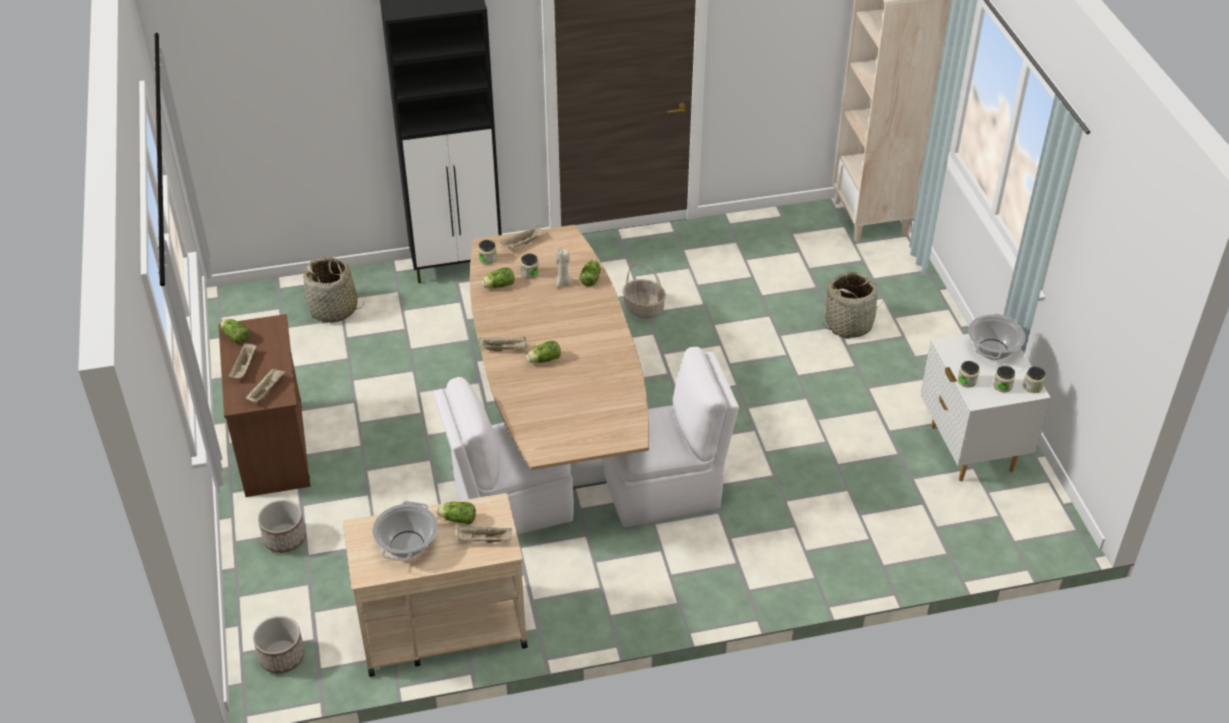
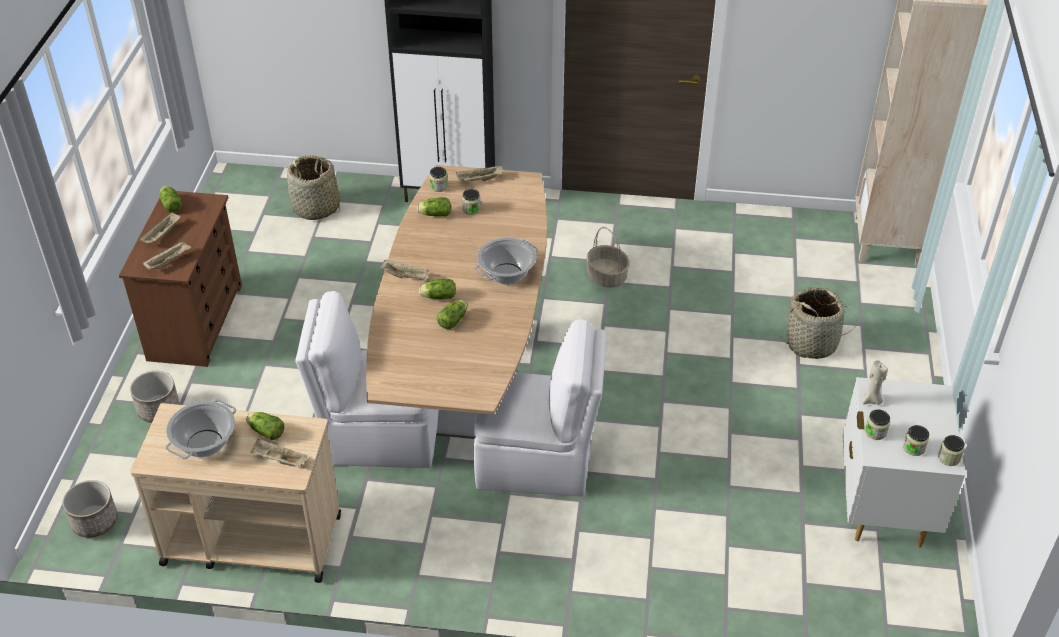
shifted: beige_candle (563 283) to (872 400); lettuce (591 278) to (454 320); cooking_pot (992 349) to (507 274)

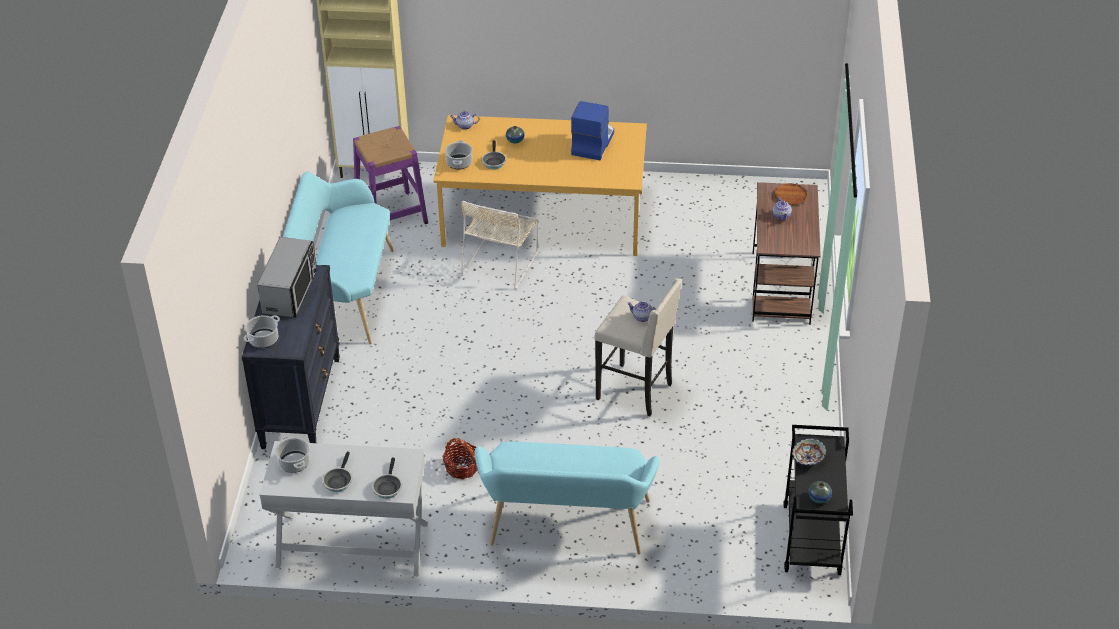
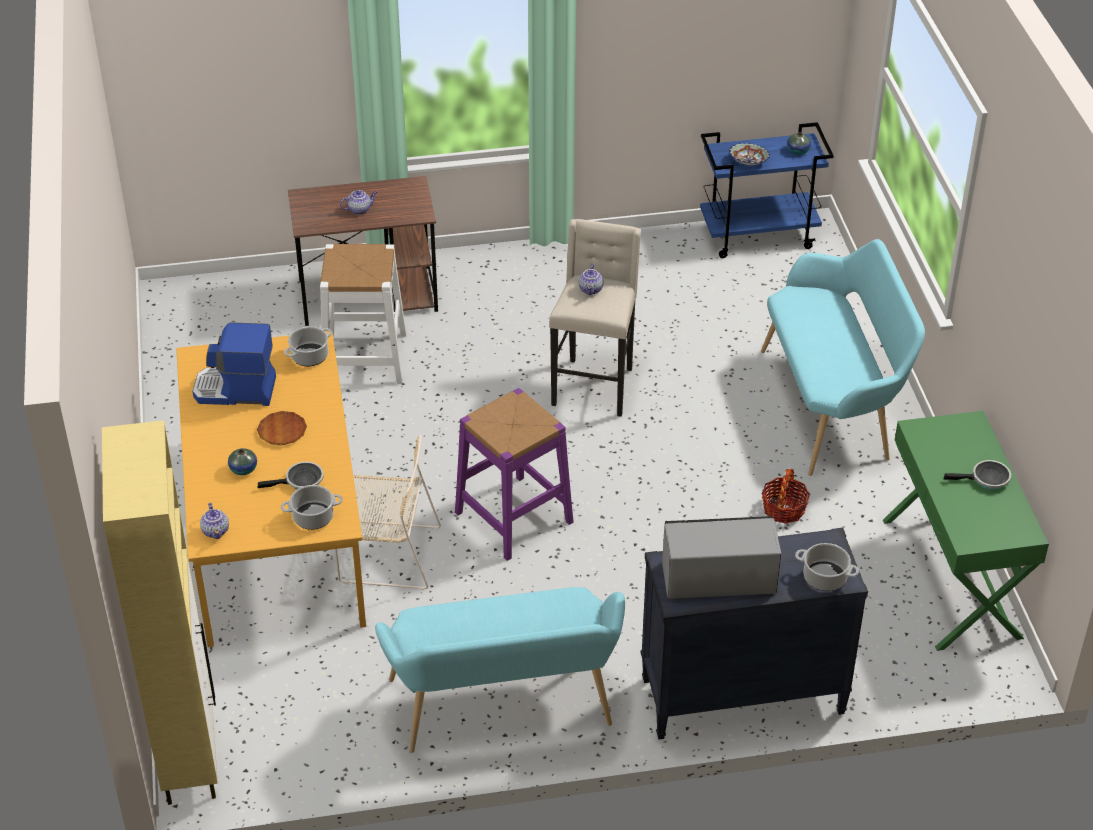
gone: frying_pan (387 487)
new: white_stool (364 358)
shifted: cooking_pot (294 463) to (309 357); purple_stool (391 214) to (513 517); brown_plate (790 196) to (282 431)
repainted: white_console_table (352 545) to green_console_table (952 577); black_cart (812 540) to blue_cart (759 235)

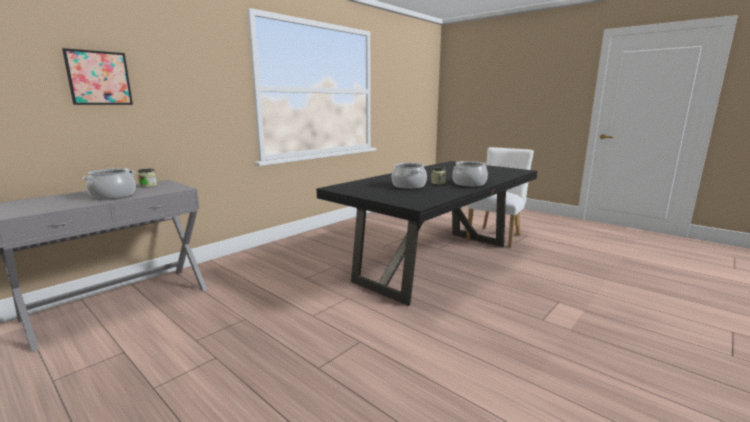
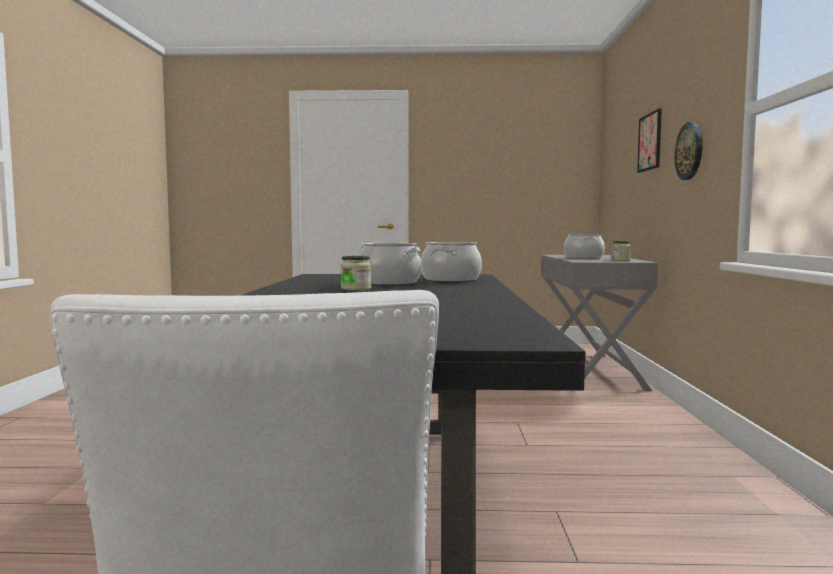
new: wall_clock (690 151)
shifted: cooking_pot (469 184) to (450 279)

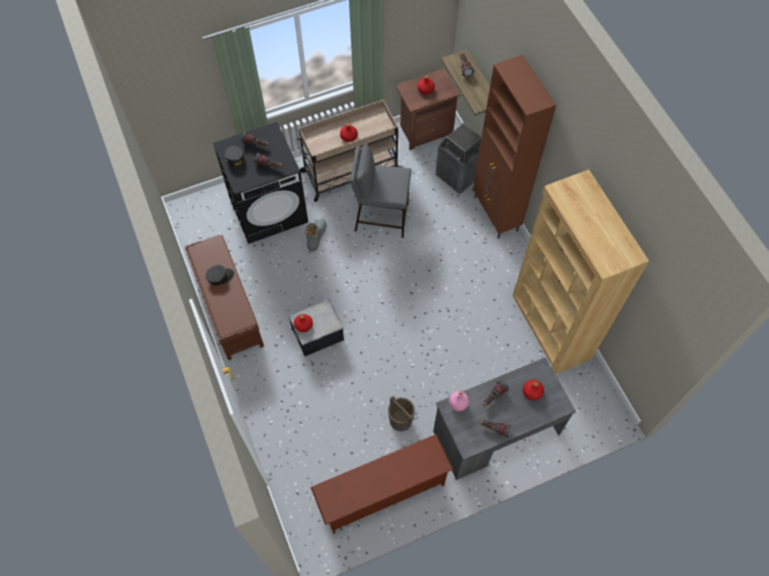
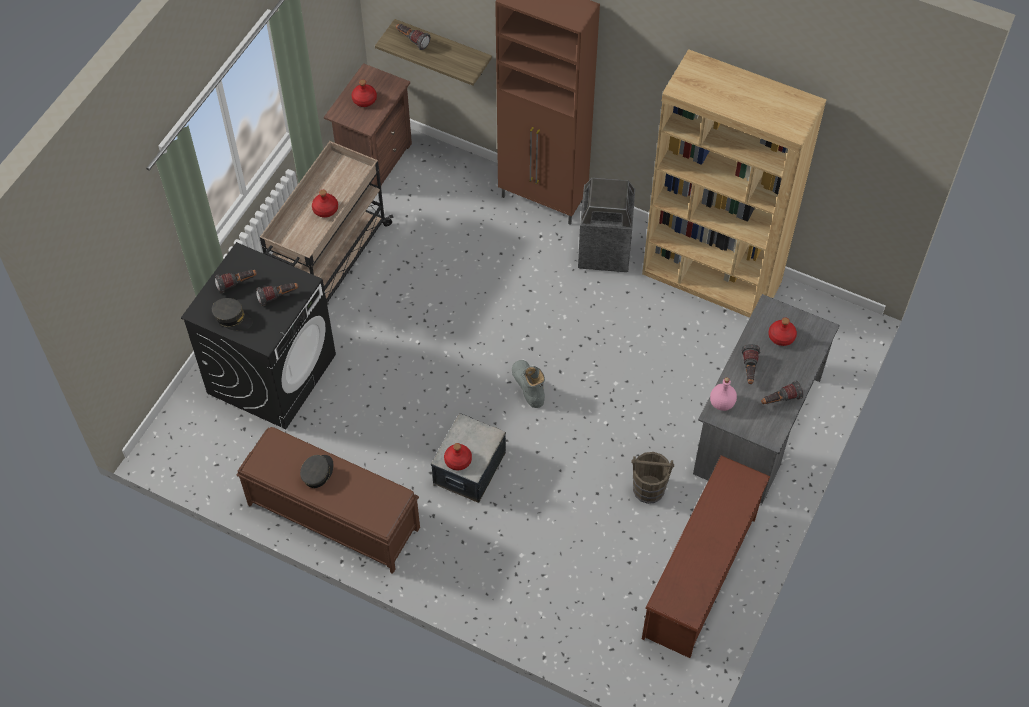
gone: grey_stool (381 217)
shifted: grey_boot (316 236) to (528 386); trash_can (458 175) to (604 251)

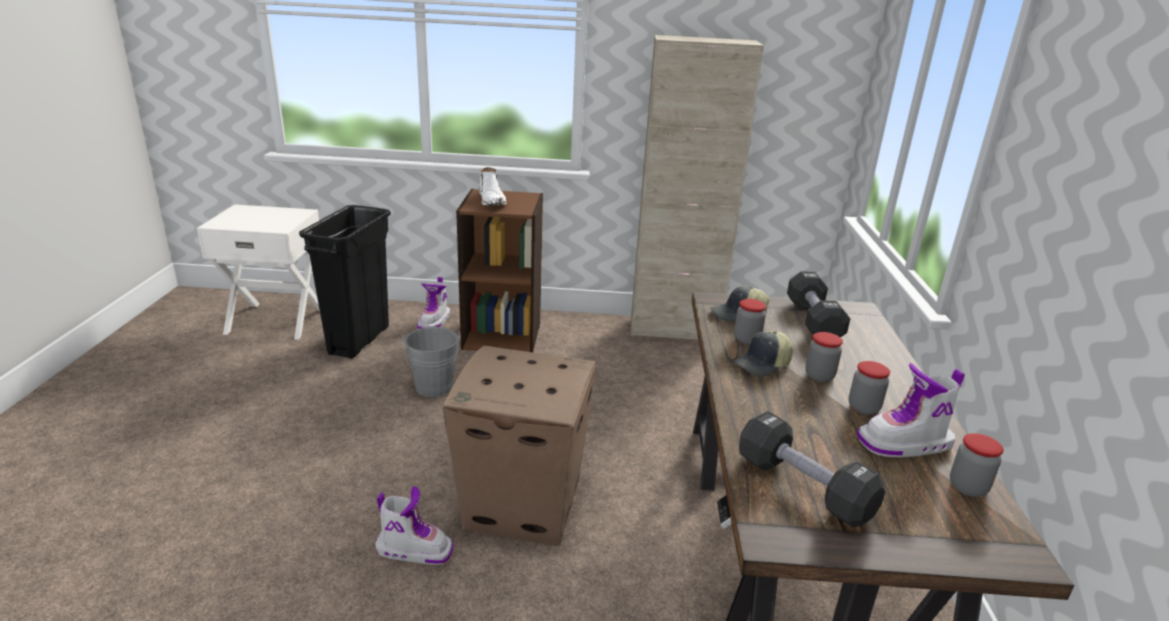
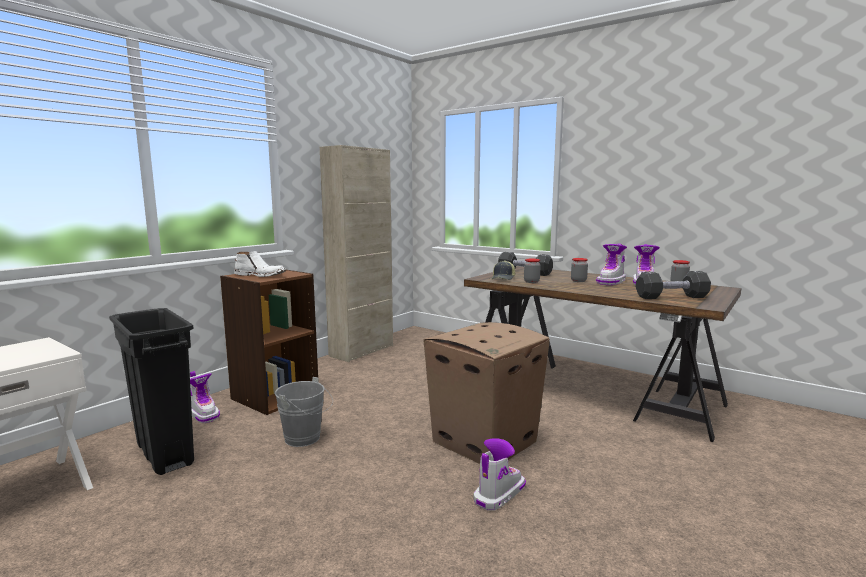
gone: cap (763 365)
swapped: jar (863 408) to boot (611 282)

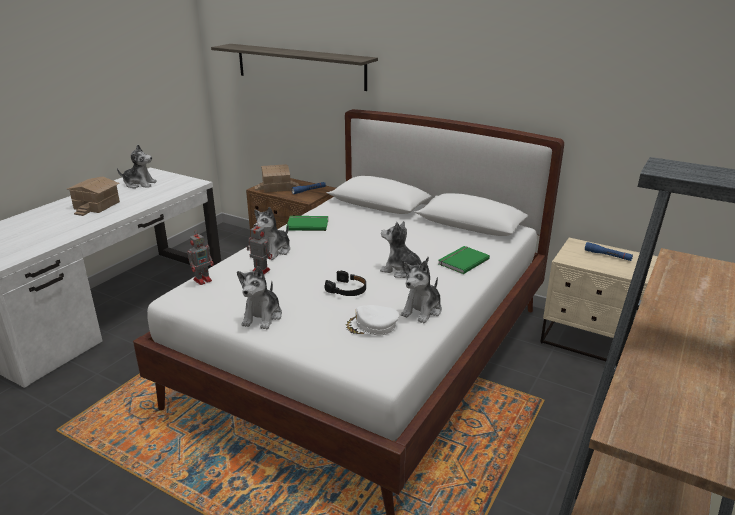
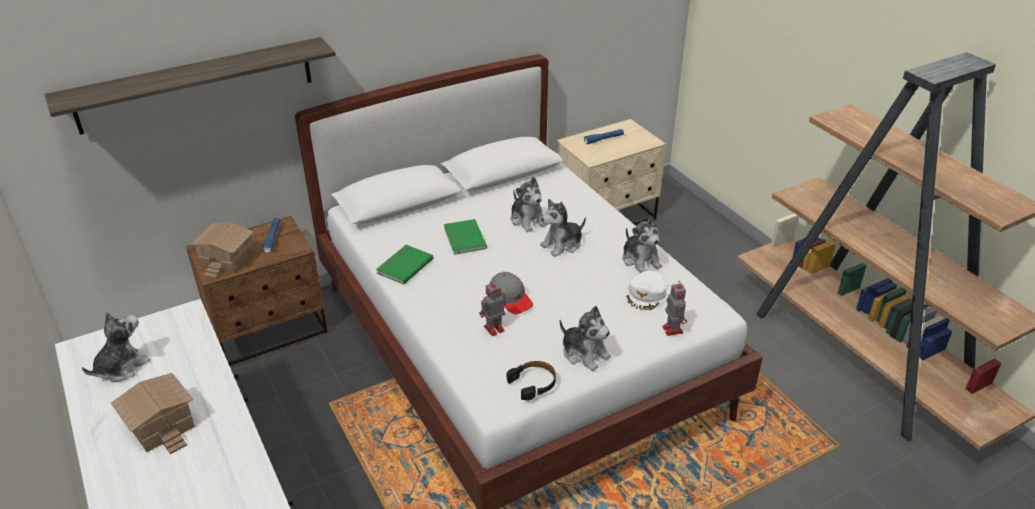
new: grey_cap (510 298)
shifted: toy_robot (203 280) to (672 329); plush_toy (274 251) to (527 220); black_headphones (347 289) to (533 383); green_book (462 261) to (463 239)

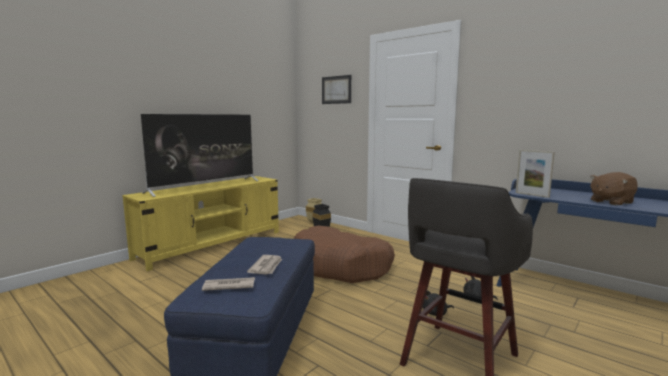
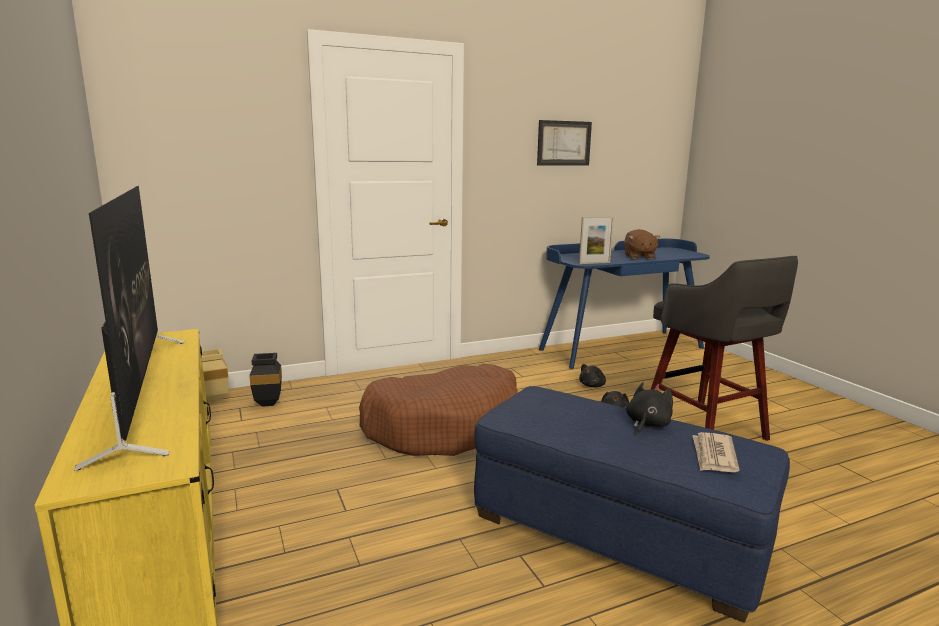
shifted: picture (336 90) to (564 143)
swapped: newspaper (266 266) to black_plush_toy (647 424)

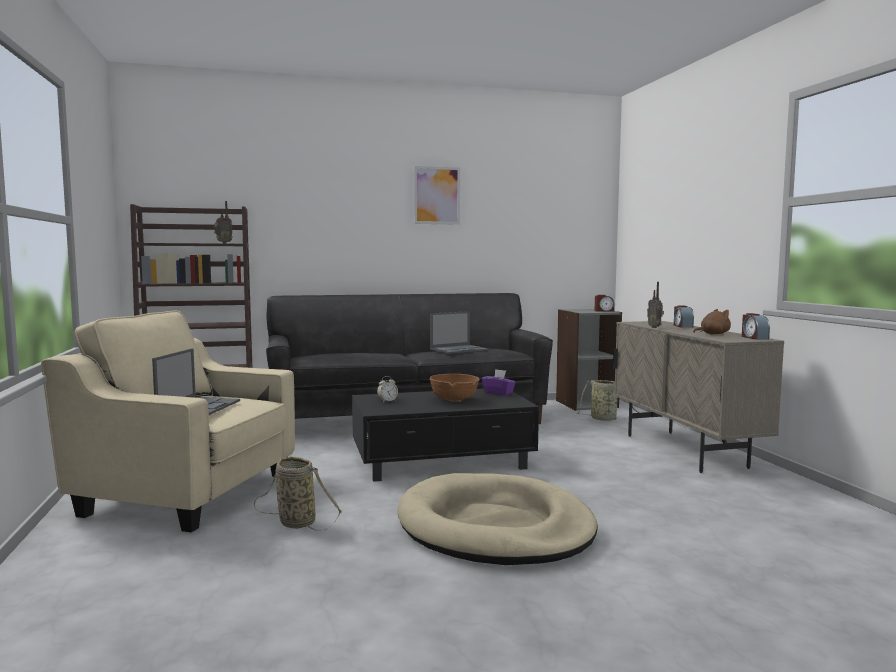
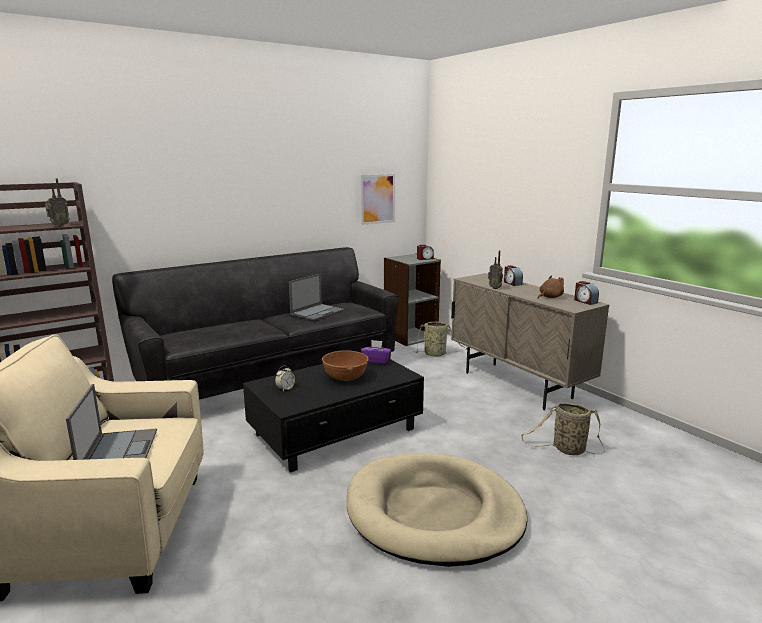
shifted: basket (295 522) to (566 450); picture (437 195) to (377 199)

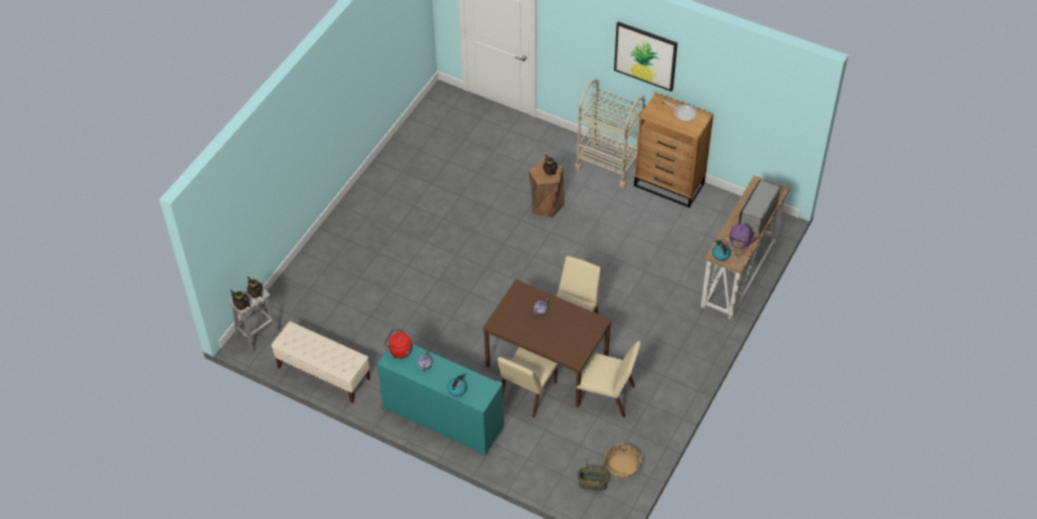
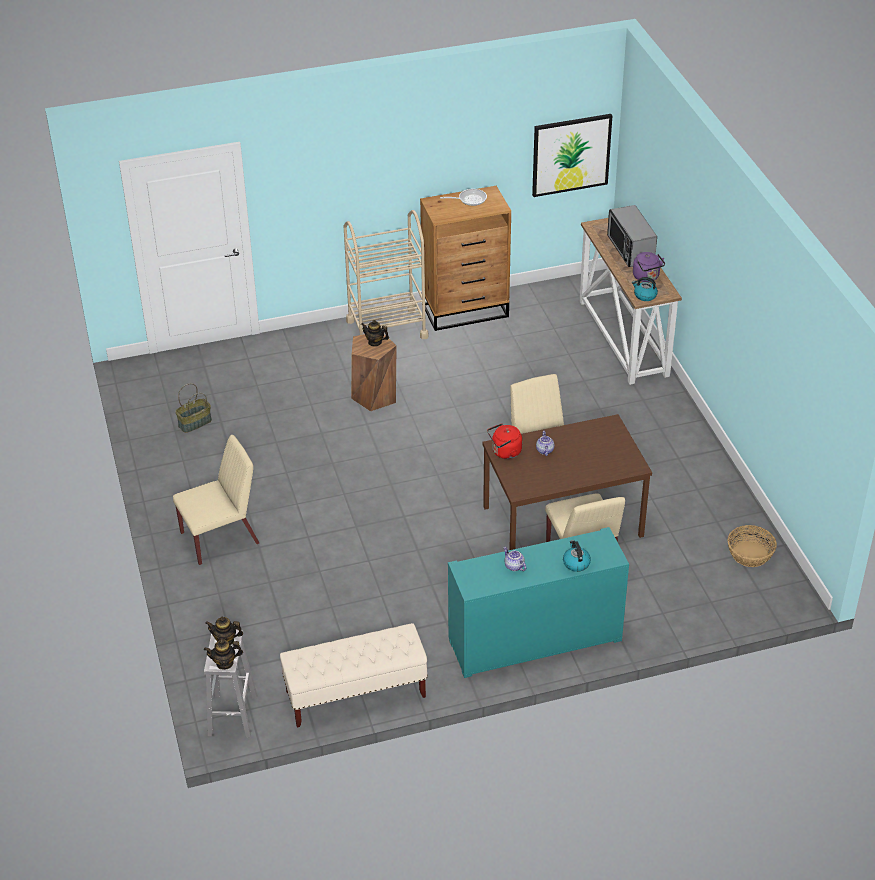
shifted: red_kettle (399 350) to (505 452); beige_chair (607 396) to (221 538); basket (592 483) to (195 423); picture (645 56) to (571 154)

